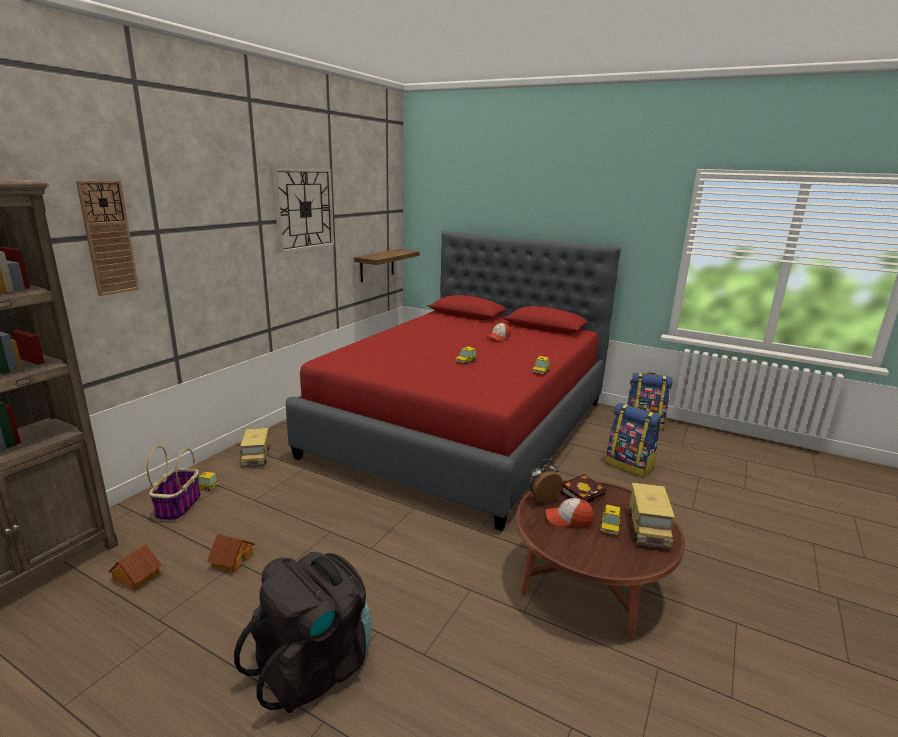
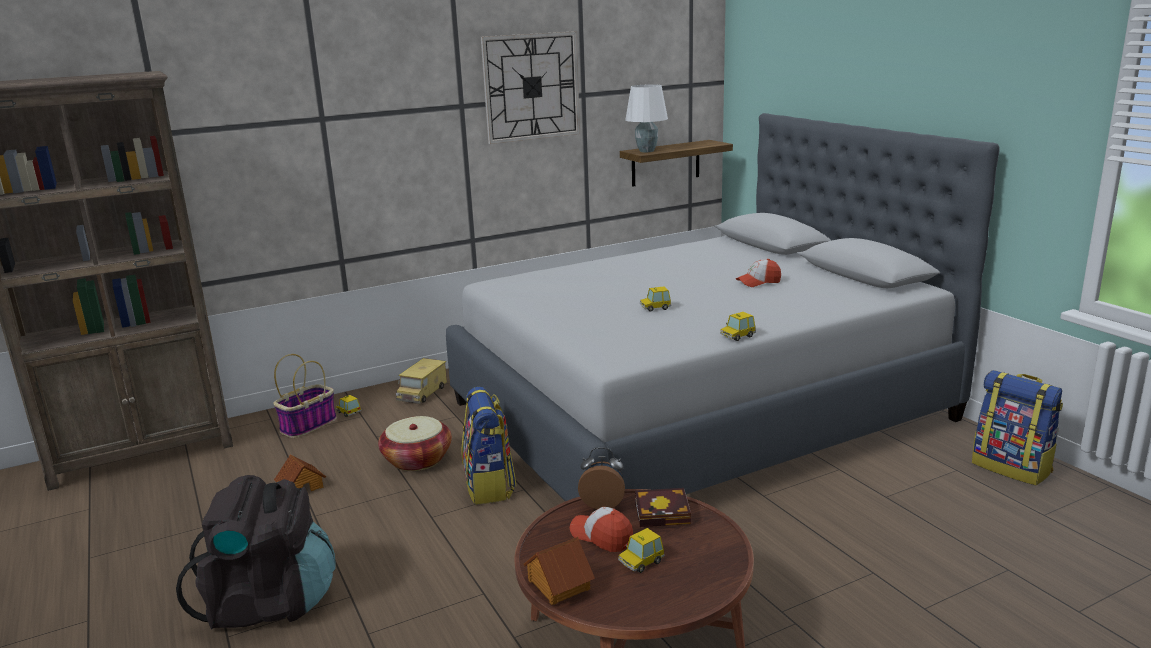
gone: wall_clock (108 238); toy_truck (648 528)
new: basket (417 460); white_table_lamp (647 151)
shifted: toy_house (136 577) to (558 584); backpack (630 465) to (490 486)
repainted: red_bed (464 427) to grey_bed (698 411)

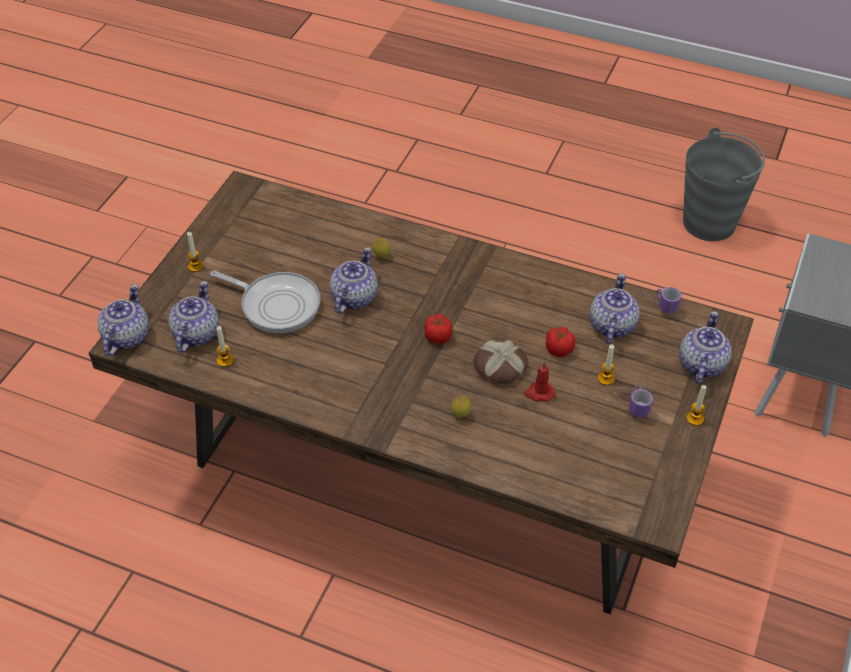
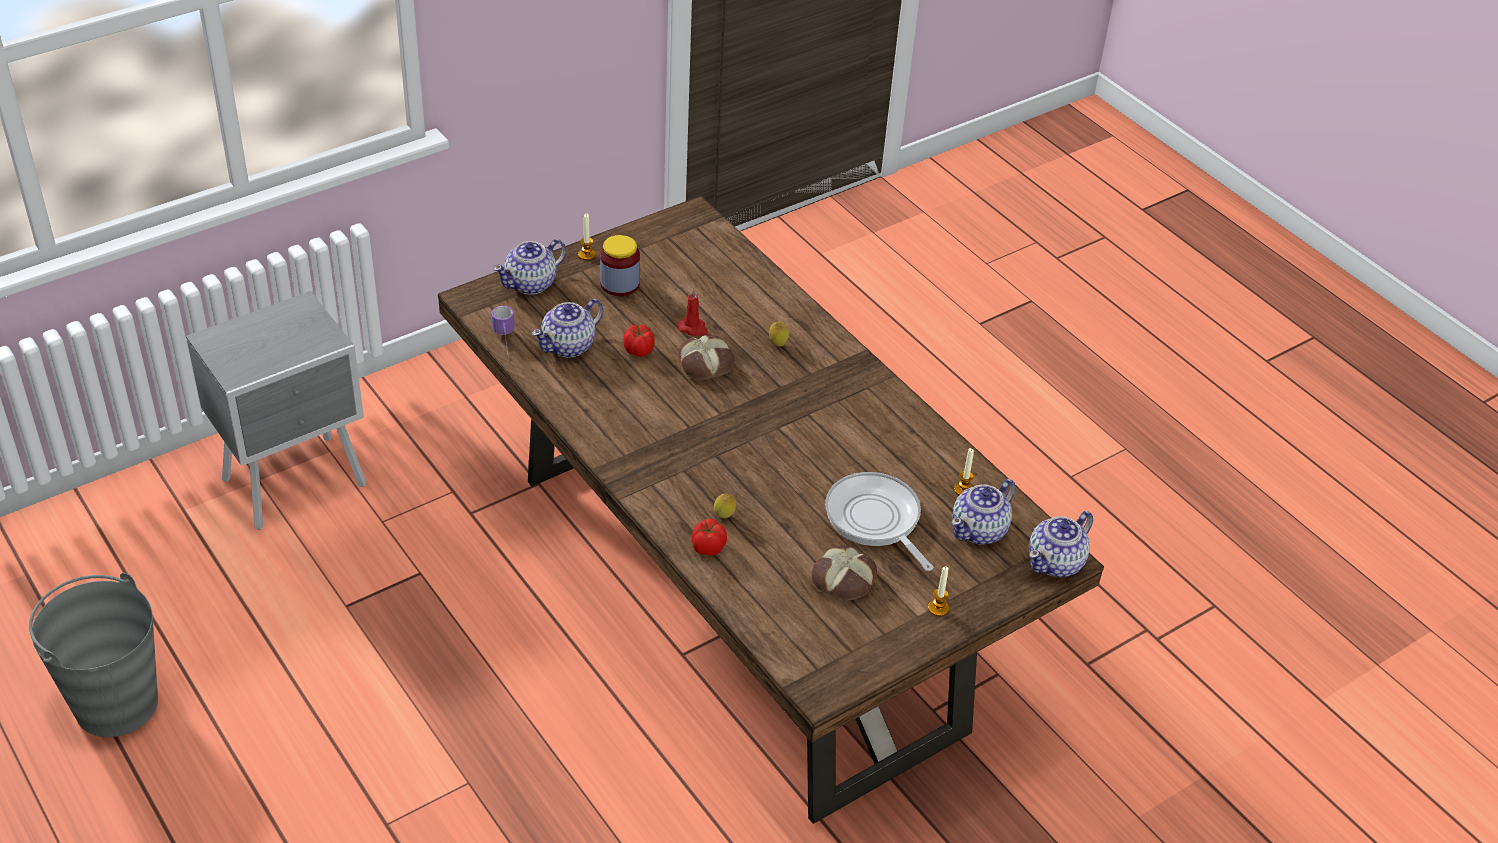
gone: teapot (353 298); candle (606 378)
new: bread (844 579)
shifted: tomato (438 336) to (707 547)
swapped: mug (637 403) to jar (620 284)

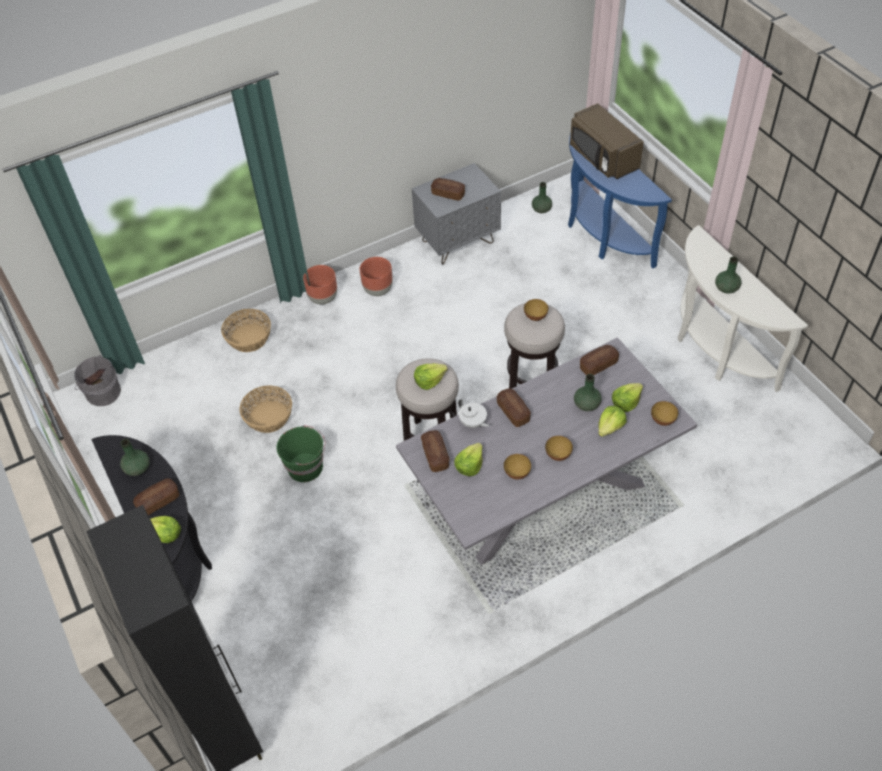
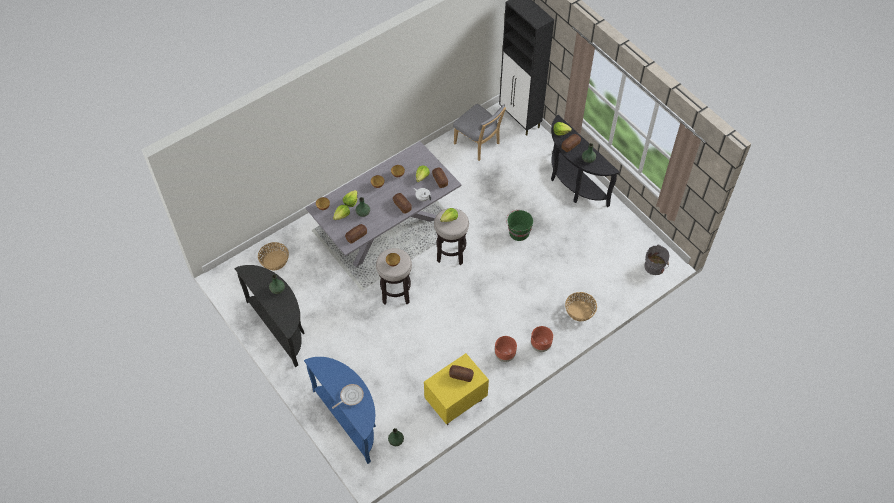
new: grey_chair (478 145)
shifted: basket (268 417) to (274 261)
swapped: brown_microwave (602 158) to frying_pan (350 396)
repainted: grey_nightstand (458 242) to yellow_nightstand (455 403); white_console_table (715 349) to black_console_table (281 327)

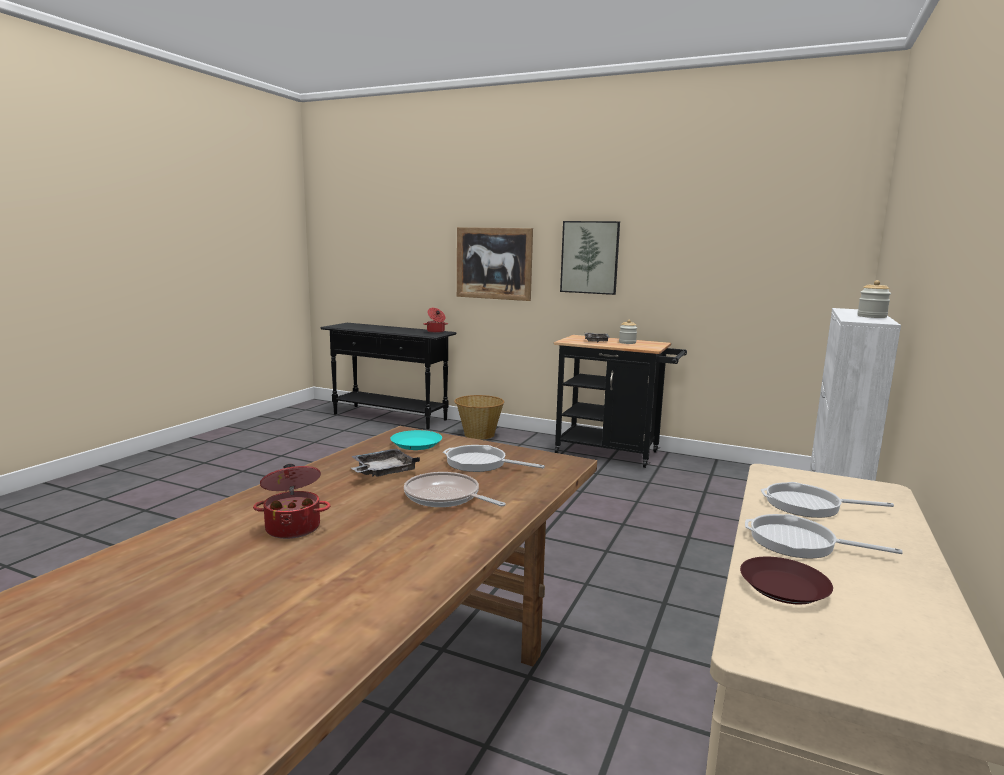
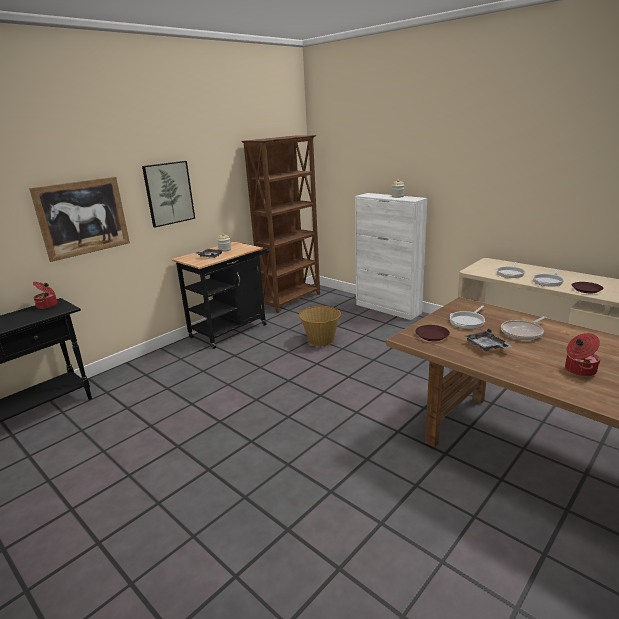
new: brown_bookcase (291 300)
shifted: basket (478 435) to (320 340)
repainted: turquoise_plate (416 444) to brown_plate (431 336)

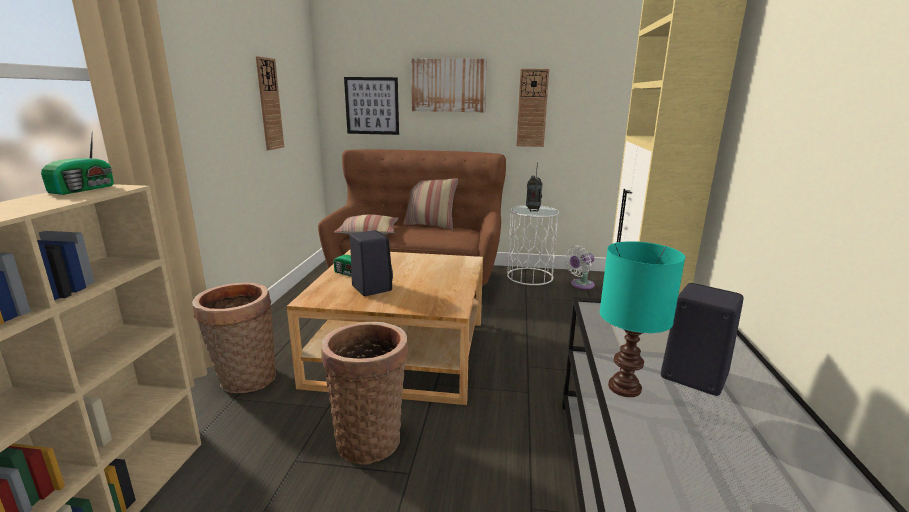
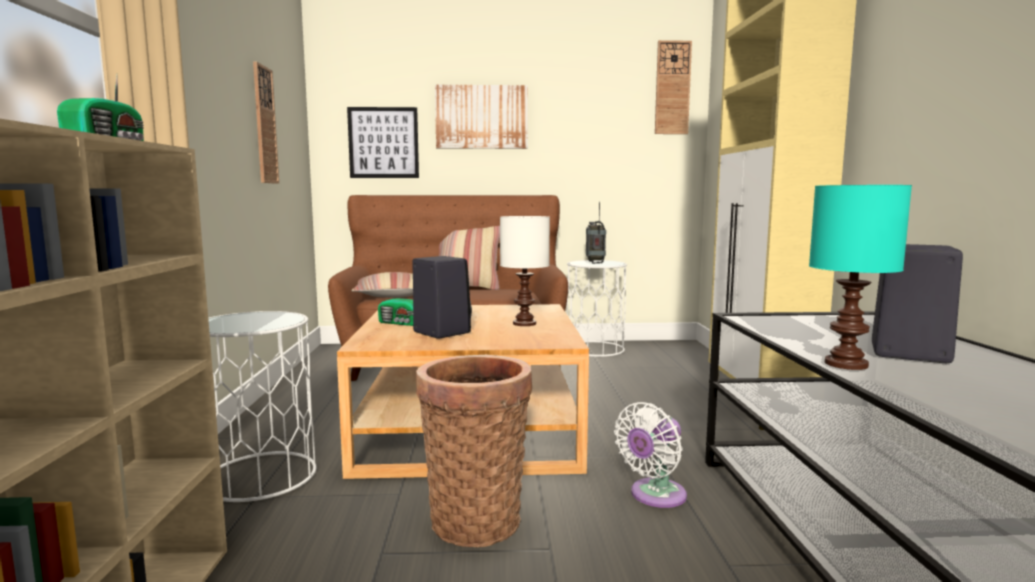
new: white_table_lamp (524 324)
shifted: wall_clock (532 108) to (672 88); white_fan (580 285) to (654 496)
swapped: basket (244 380) to white_side_table (260 476)

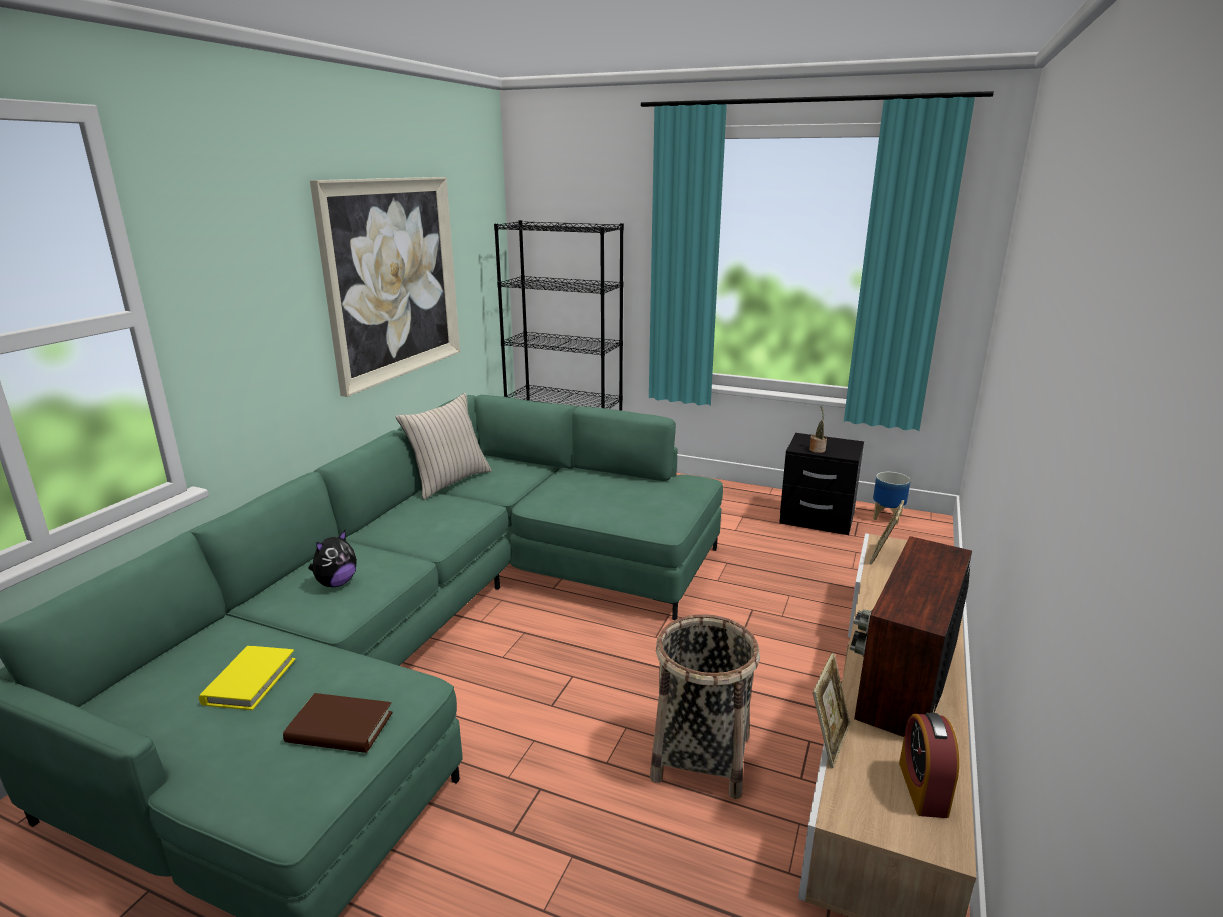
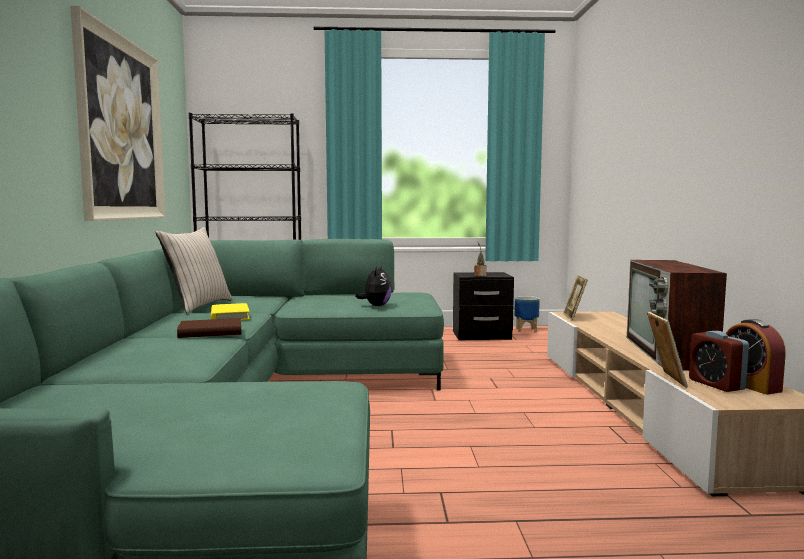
gone: basket (700 757)
new: alarm_clock (716 384)
shifted: yellow_book (250 681) to (229 316); brown_book (340 728) to (210 332); plush_toy (336 583) to (376 306)

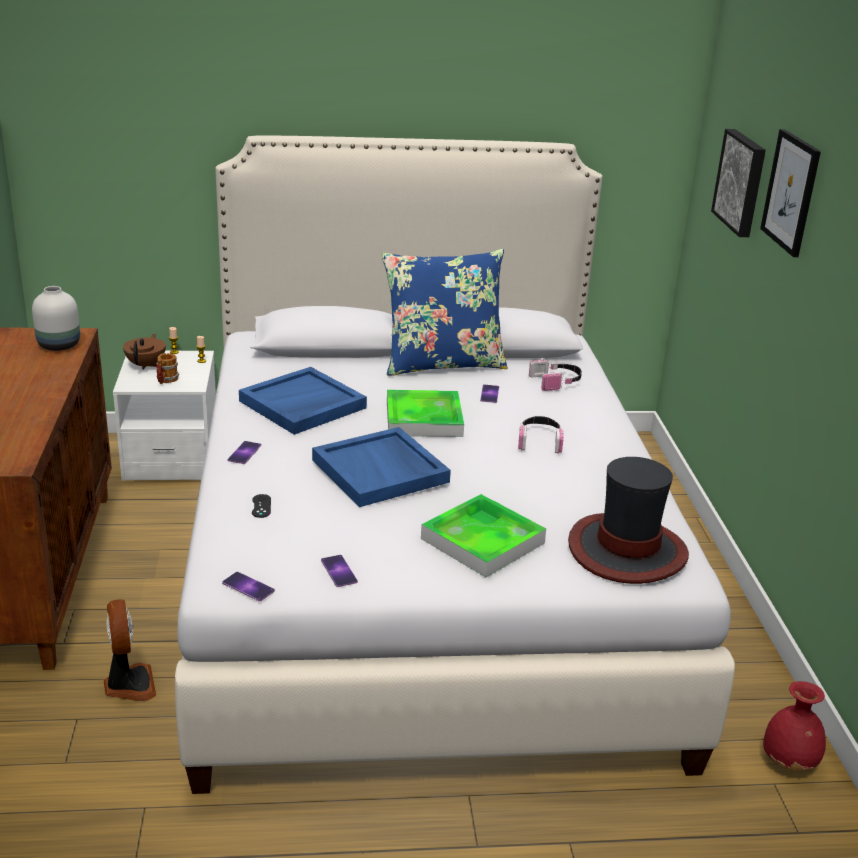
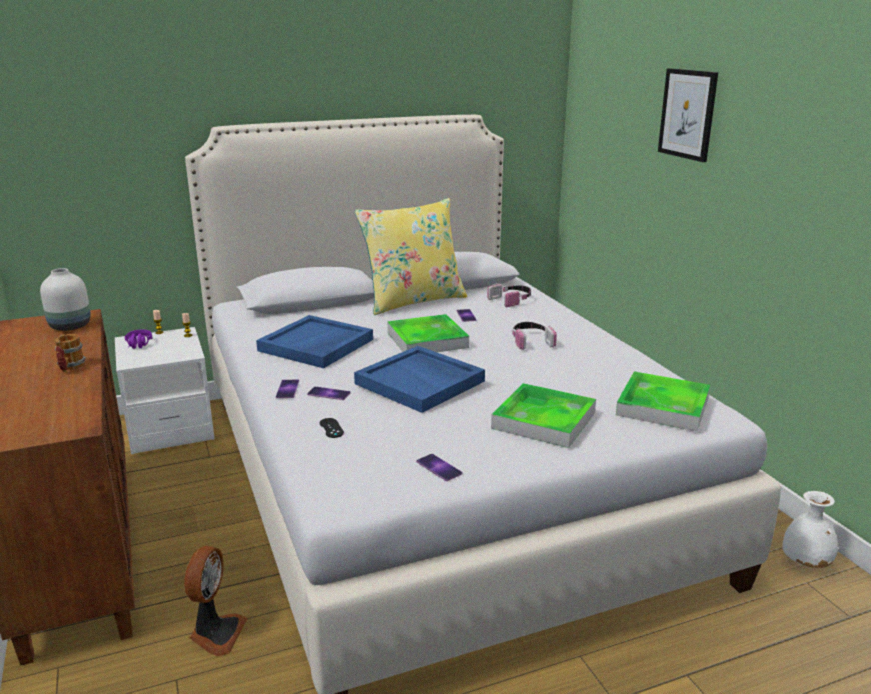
gone: picture (742 182)
shifted: mug (166 380) to (70 367); phone (248 587) to (328 393)
swapped: brown_teapot (146 365) to purple_headphones (138 346); hat (627 550) to tray (663 406)
repainted: blue_pillow (442 364) to yellow_pillow (413 301); red_vase (790 762) to white_vase (806 563)
rotated: fan (128 685) = (216 633) 45 degrees clockwise

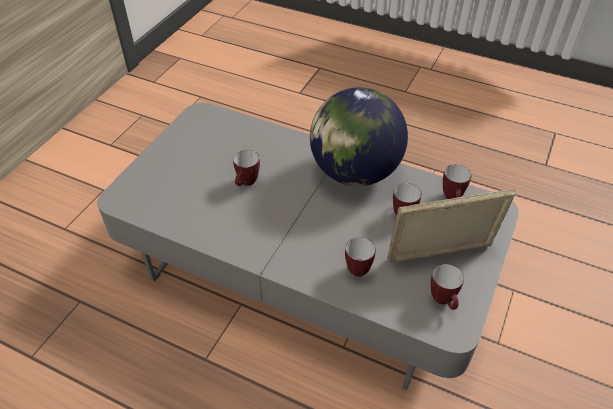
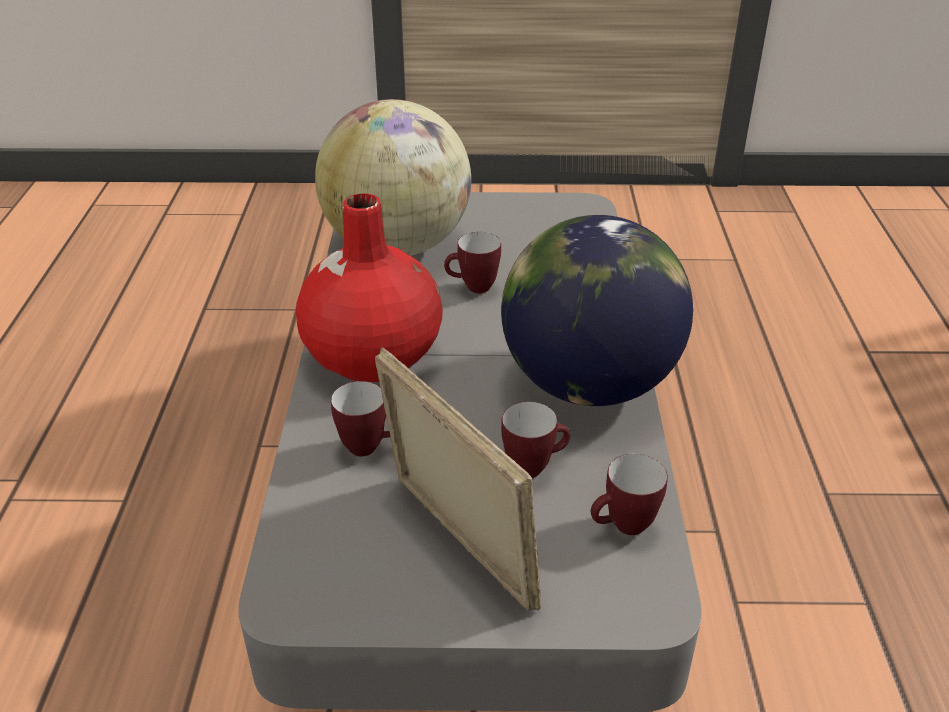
gone: mug (444 301)
new: red_vase (373 356); globe (397 246)

